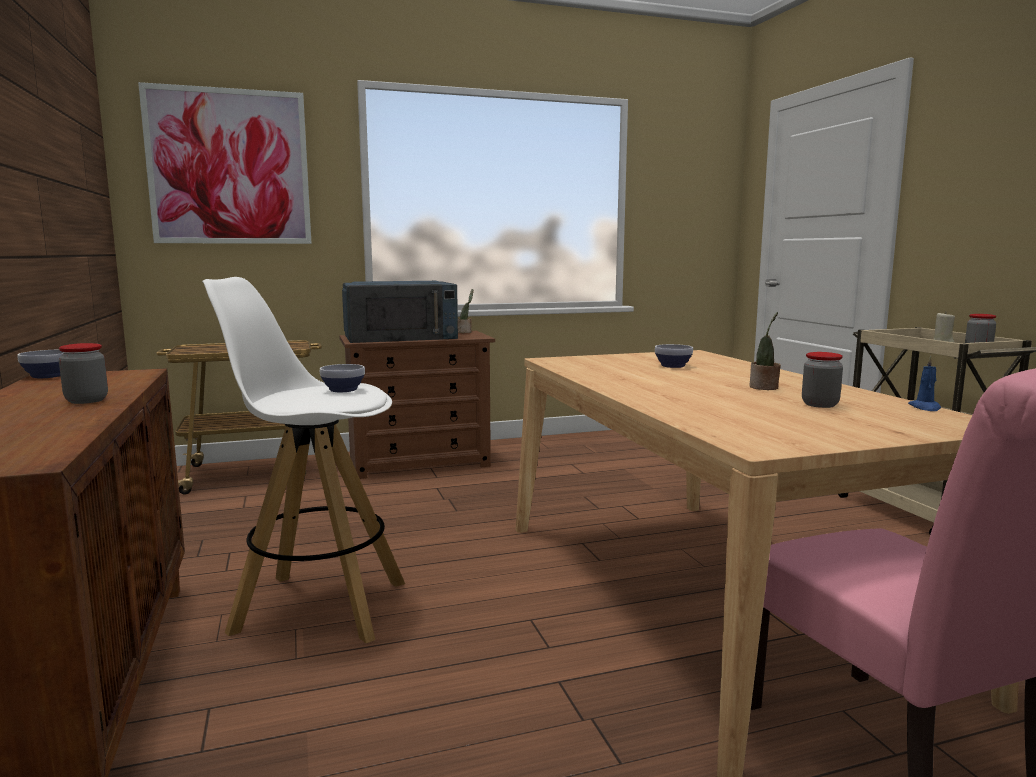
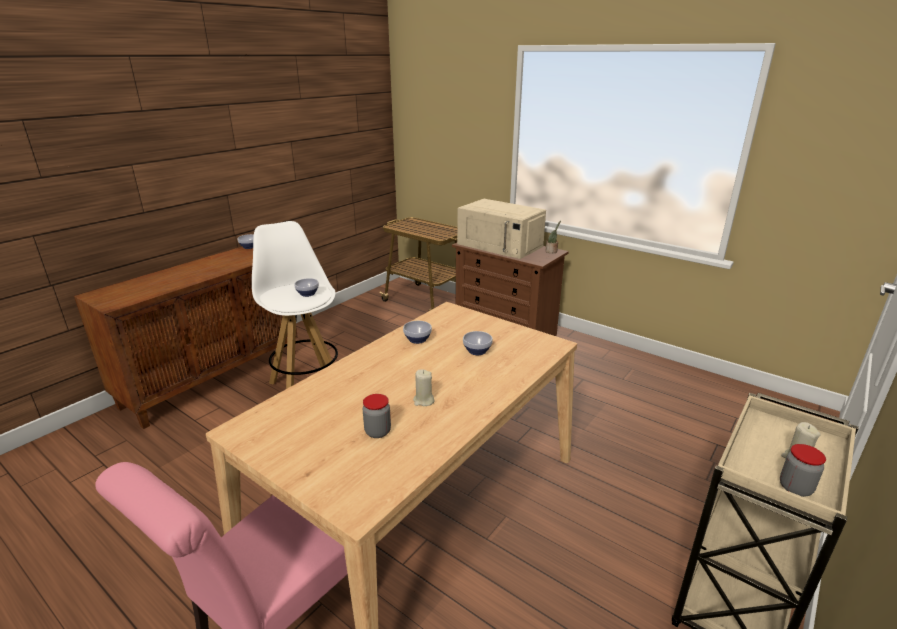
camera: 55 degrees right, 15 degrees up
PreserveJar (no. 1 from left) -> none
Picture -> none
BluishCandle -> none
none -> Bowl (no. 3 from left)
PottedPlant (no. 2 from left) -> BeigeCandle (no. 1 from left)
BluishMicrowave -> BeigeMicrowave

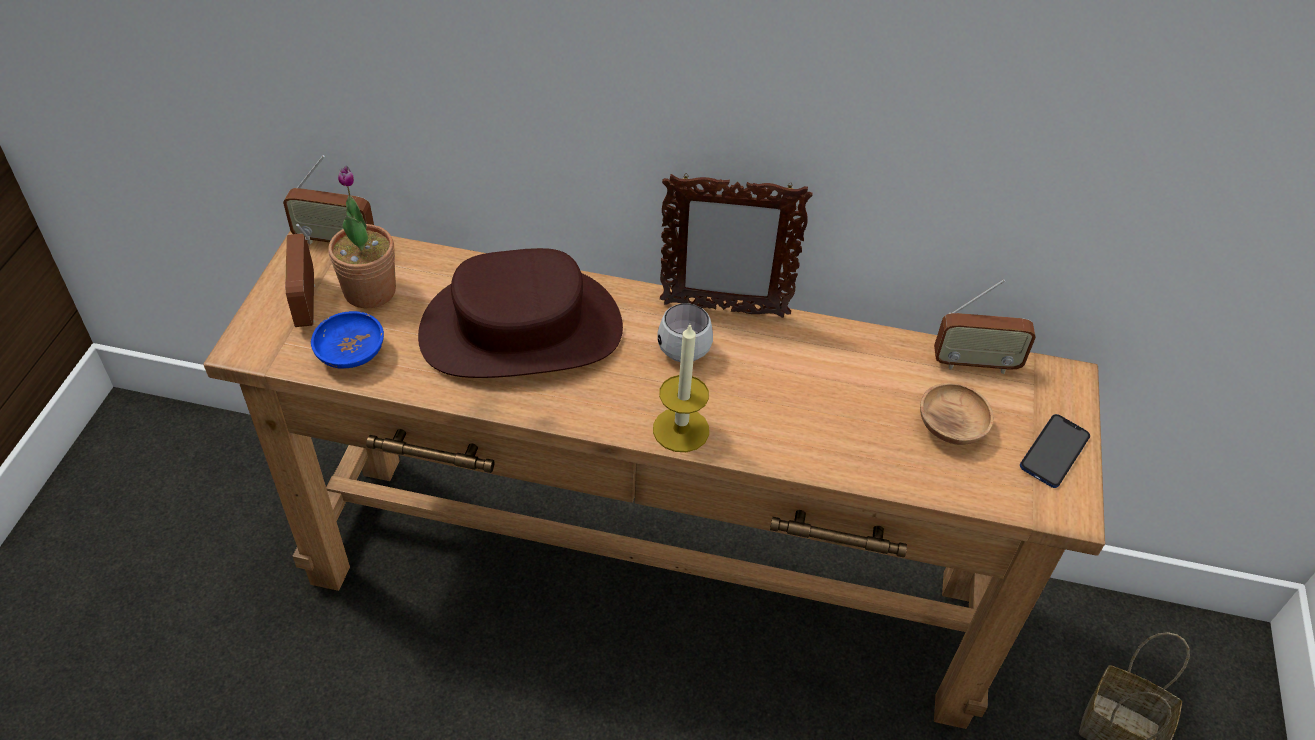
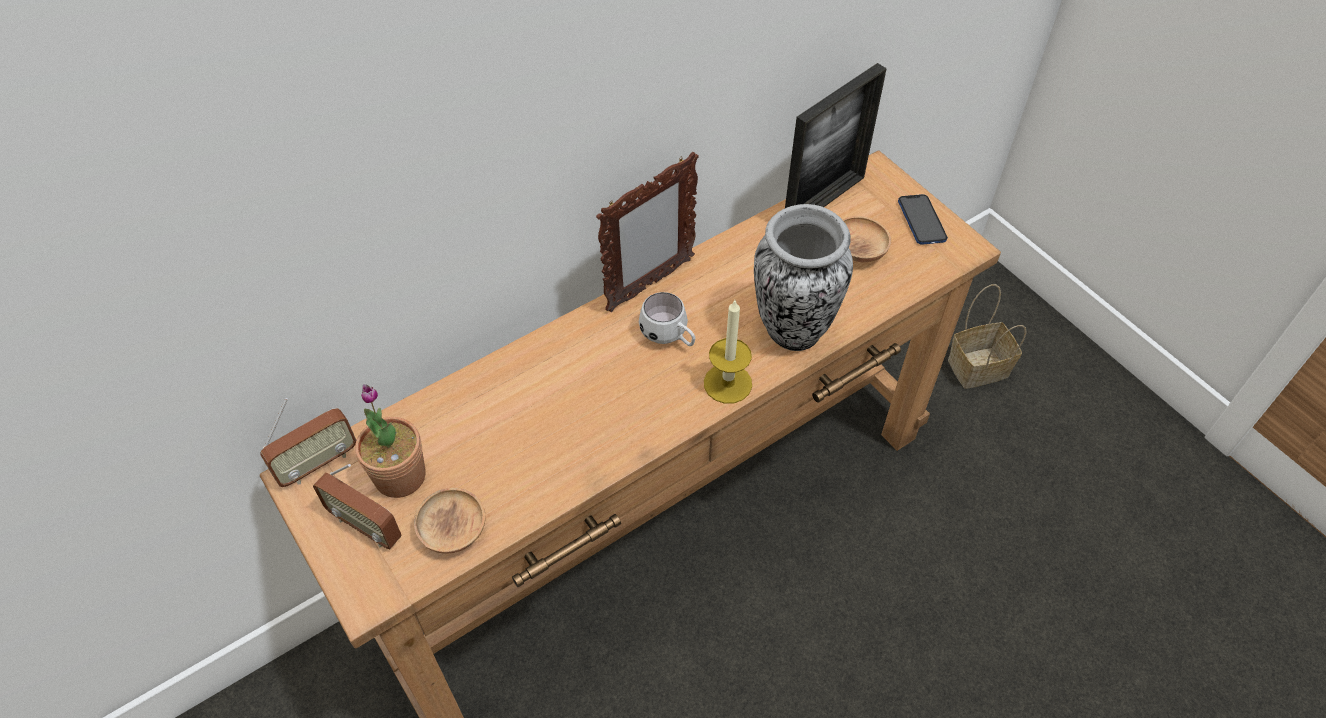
camera: 45 degrees left, 5 degrees up
BrownColouredHat -> none
none -> DecorativeVase
RadioReceiver (no. 3 from left) -> PictureFrame (no. 2 from left)
BluishBowl -> BrownColouredBowl (no. 1 from left)

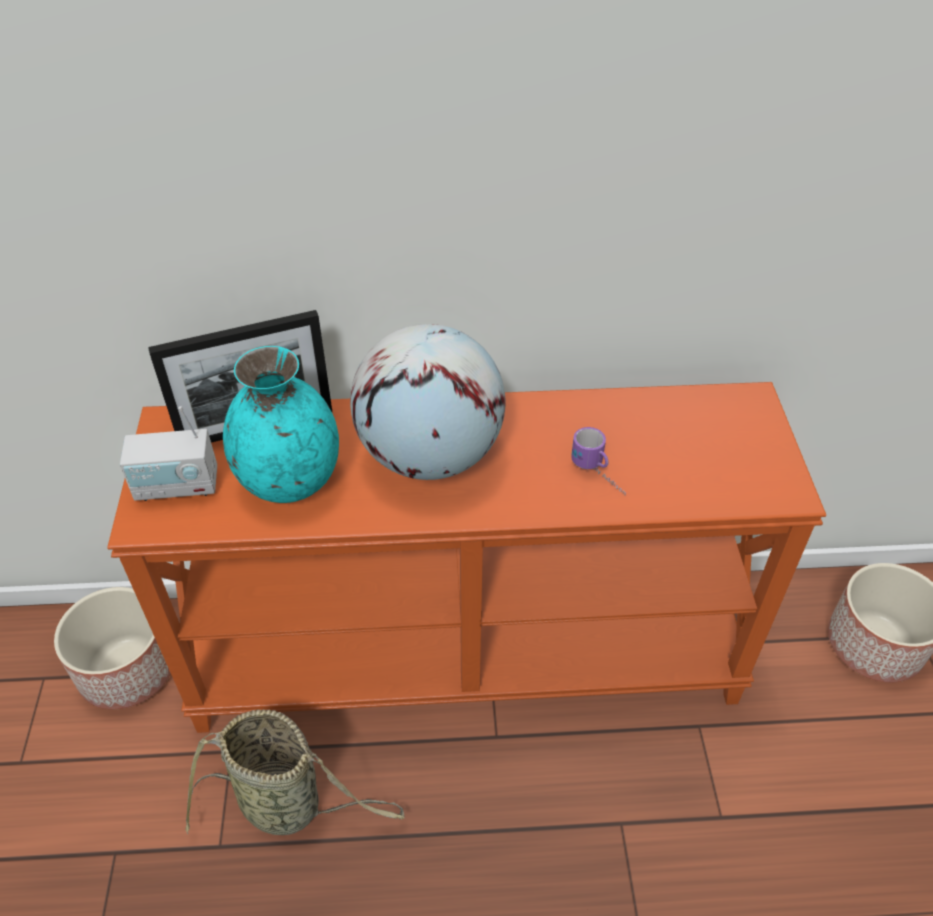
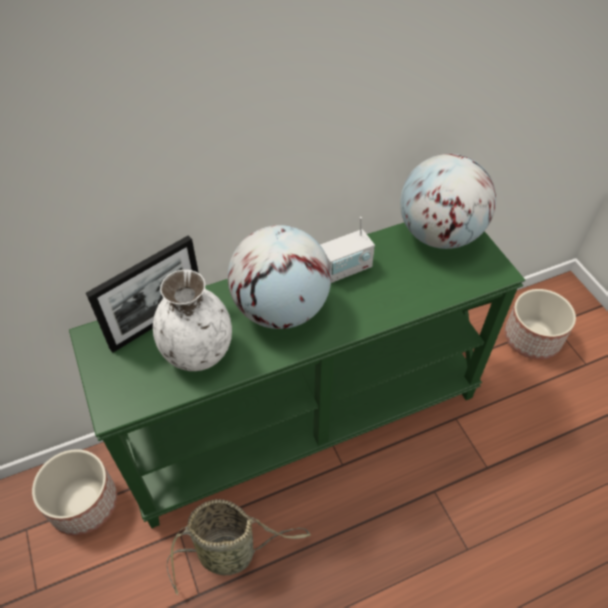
camera: 20 degrees left, 5 degrees up
Mug -> none
none -> DeskGlobe (no. 2 from left)
RadioReceiver, relocated
OrangeColouredConsoleTable -> GreenConsoleTable
TurquoiseDecorativeVase -> WhitishDecorativeVase

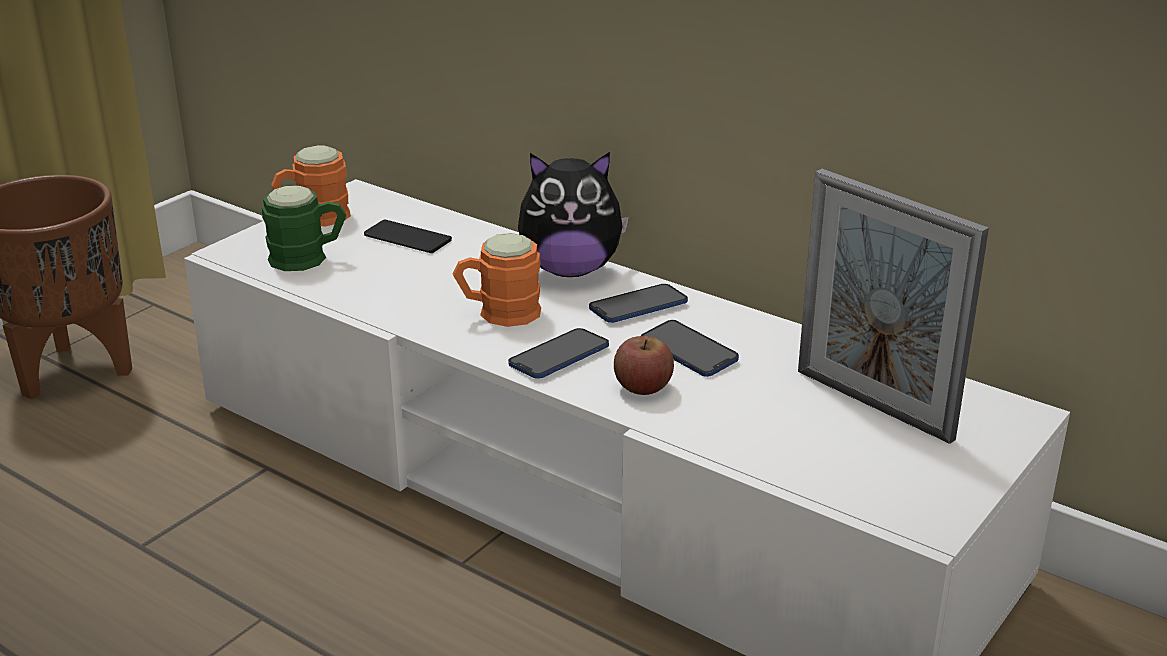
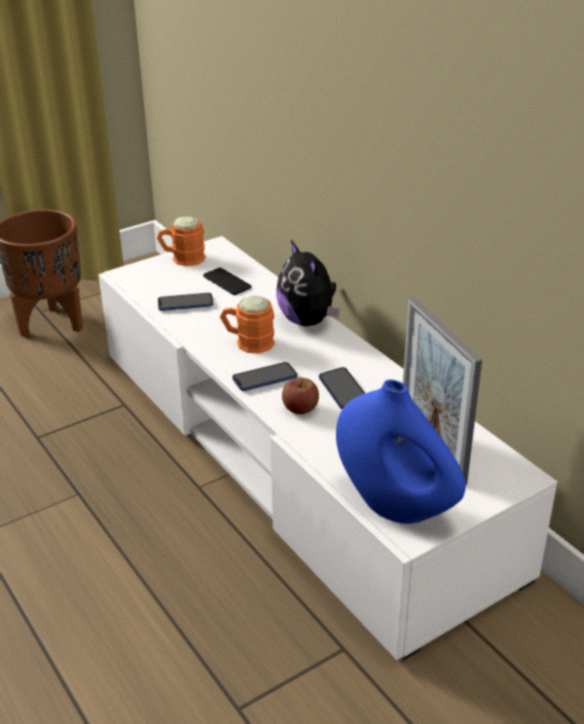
camera: 20 degrees right, 5 degrees up
GreenMug -> none
none -> BluishDecorativeVase
Phone (no. 3 from left in the first image) -> Phone (no. 1 from left), relocated
CuddlyToy, 45 degrees clockwise

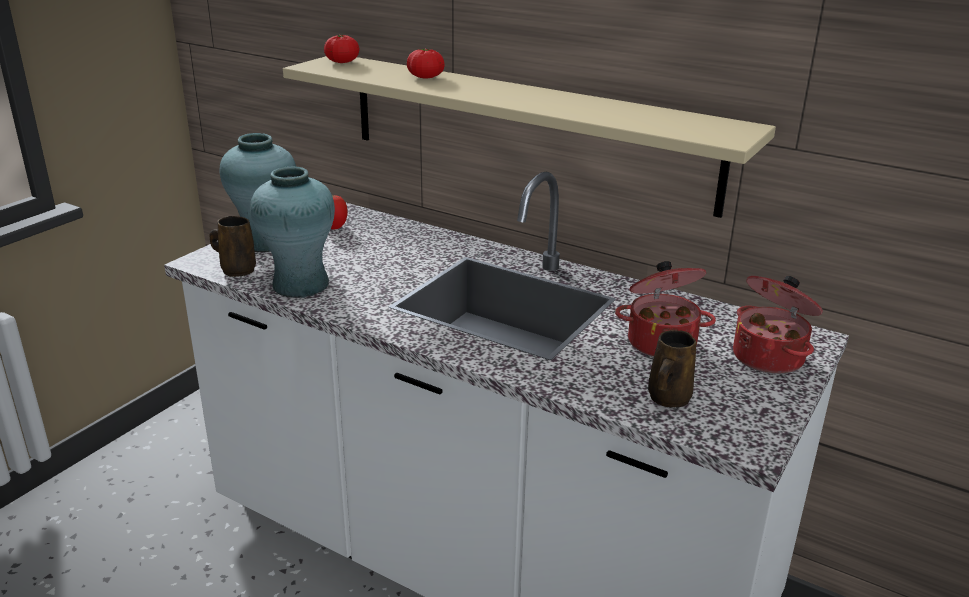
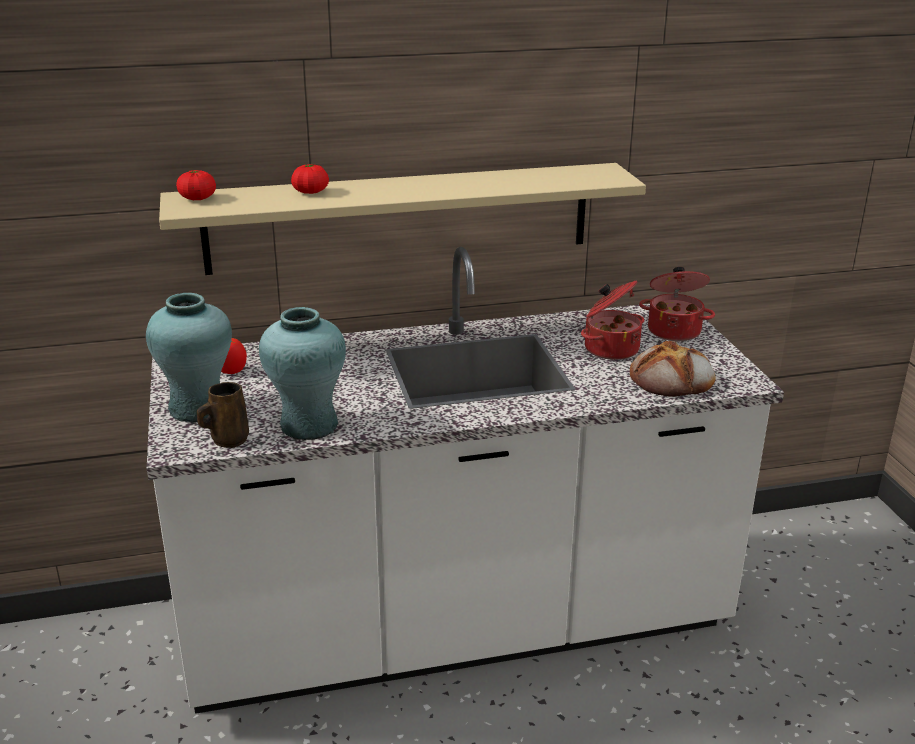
camera: 45 degrees left, 0 degrees up
BrownColouredMug (no. 2 from left) -> BakeryBread

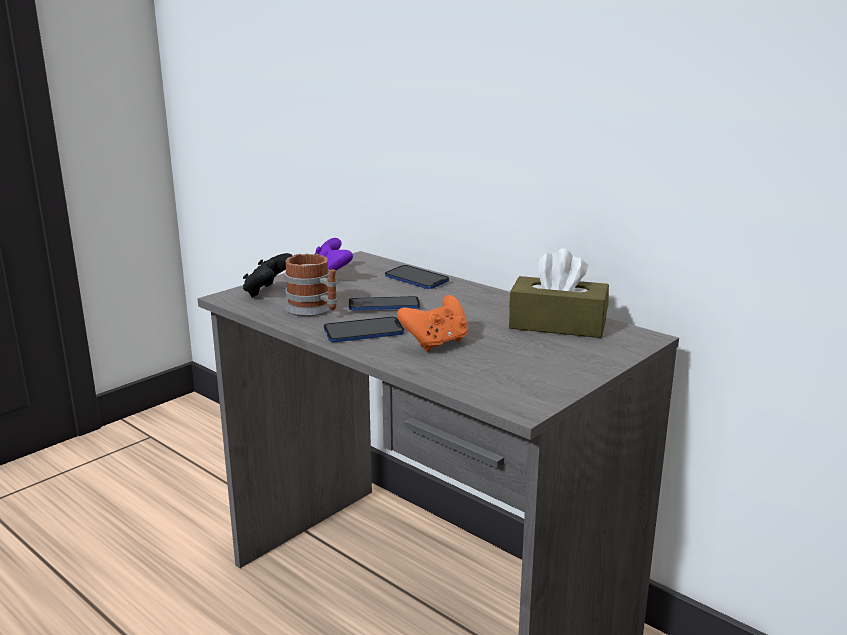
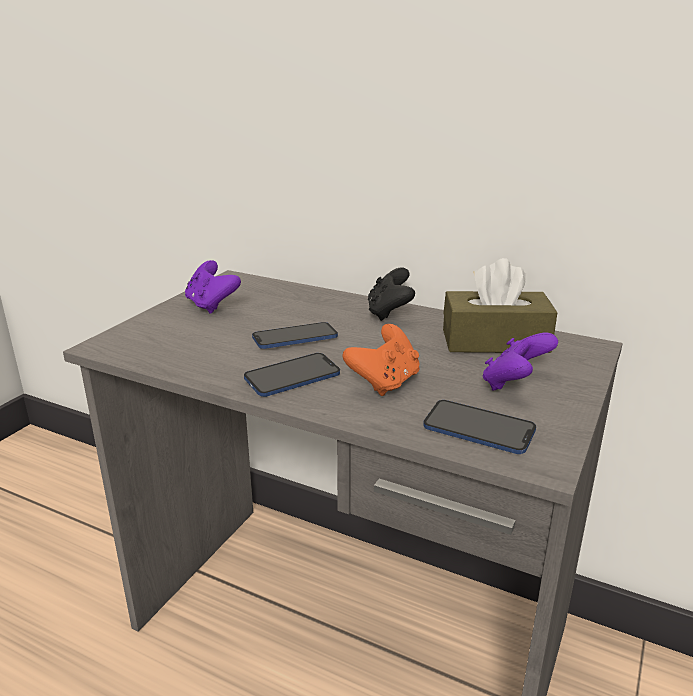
camera: 15 degrees left, 5 degrees up
Mug -> none
none -> PurpleJoypad (no. 2 from left)
BlackColouredJoypad, relocated
Phone (no. 3 from left), relocated

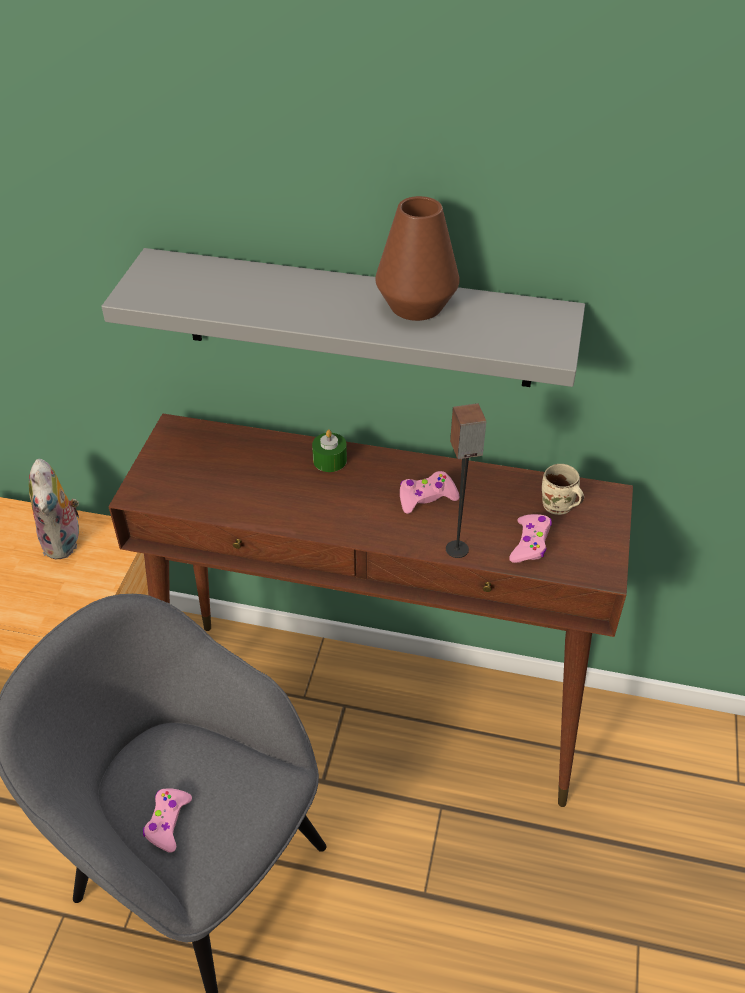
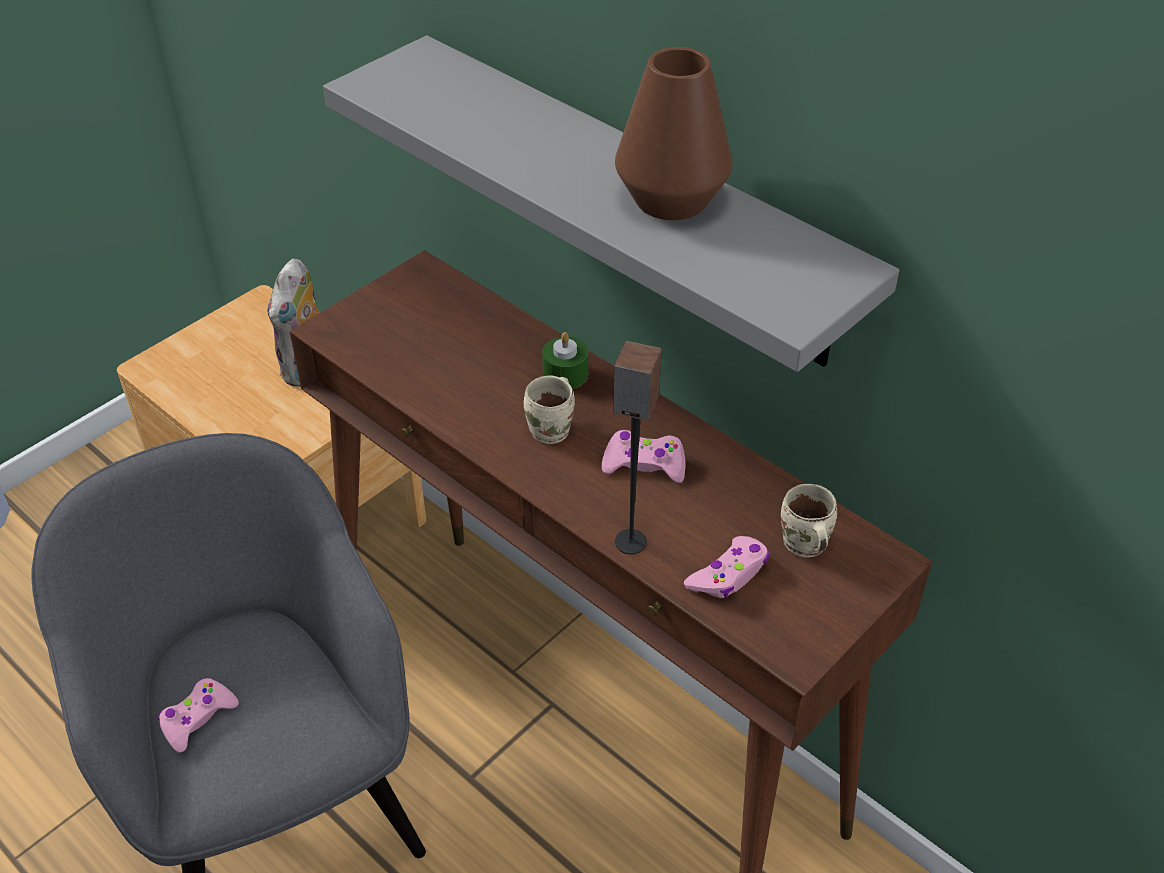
camera: 30 degrees right, 0 degrees up
none -> BeigeMug (no. 1 from left)

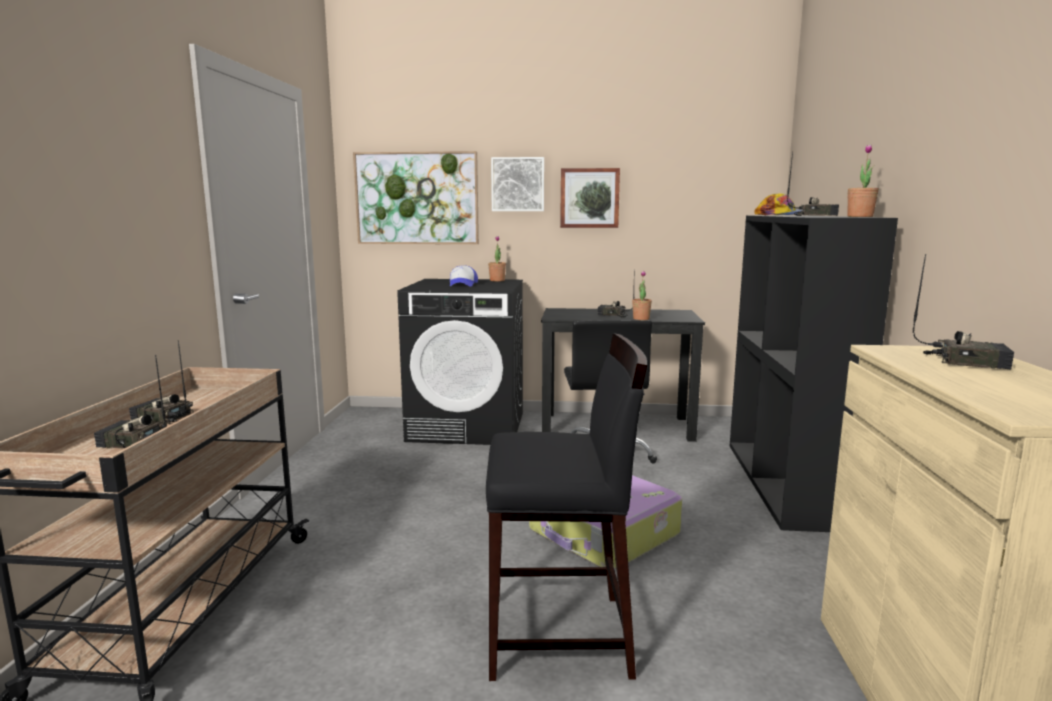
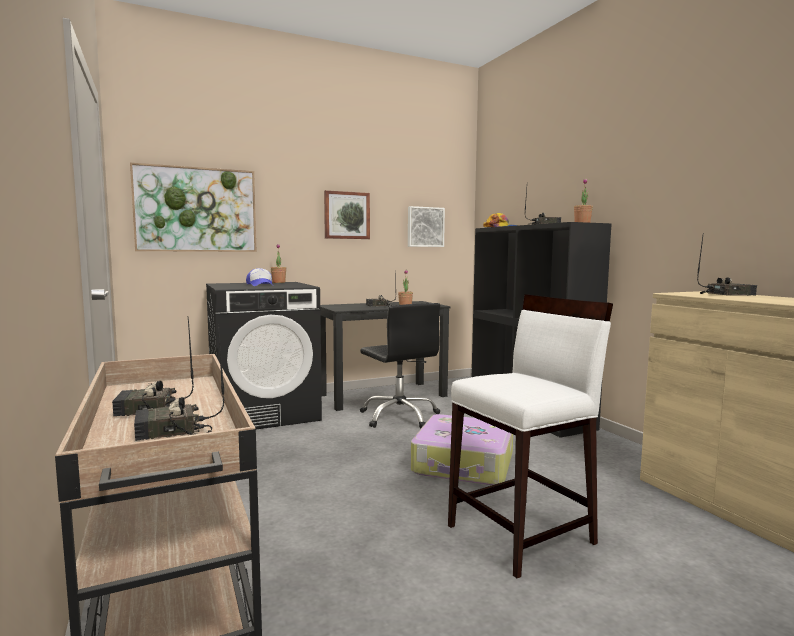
camera: 30 degrees left, 5 degrees down
Picture (no. 2 from left in the first image) -> Picture (no. 3 from left), relocated
BlackColouredStool -> WhitishStool

